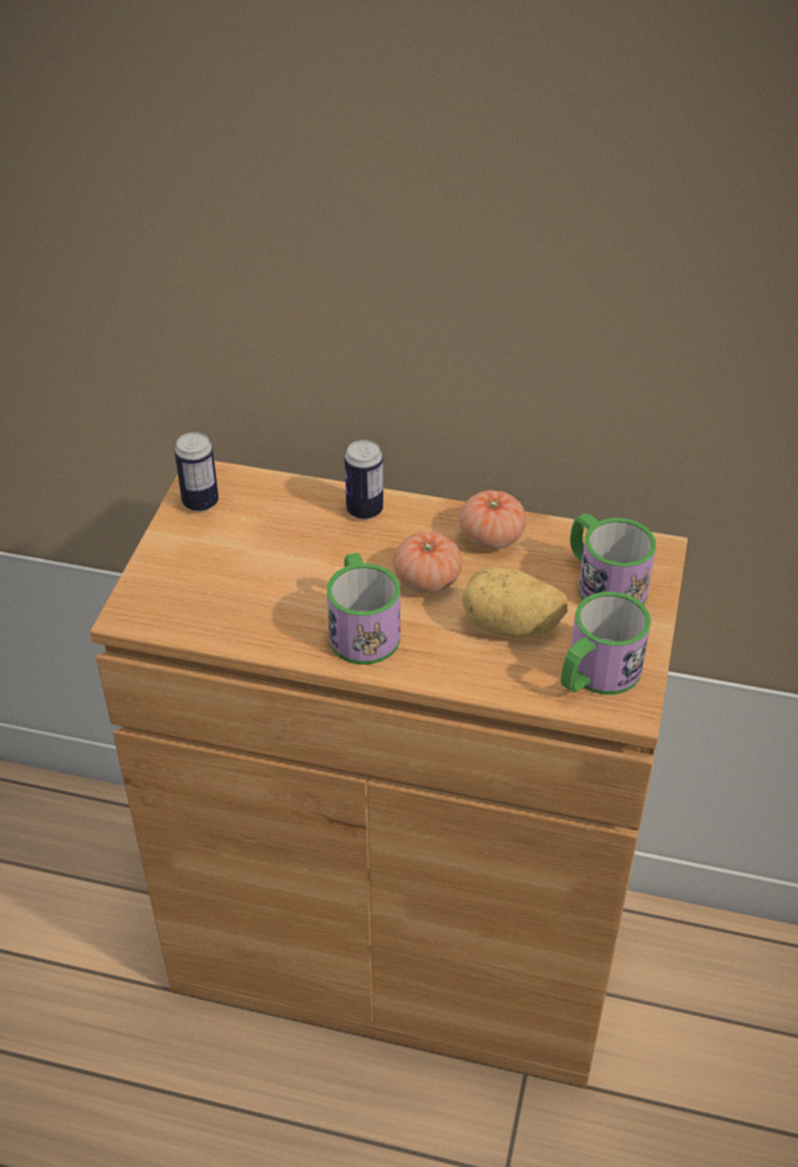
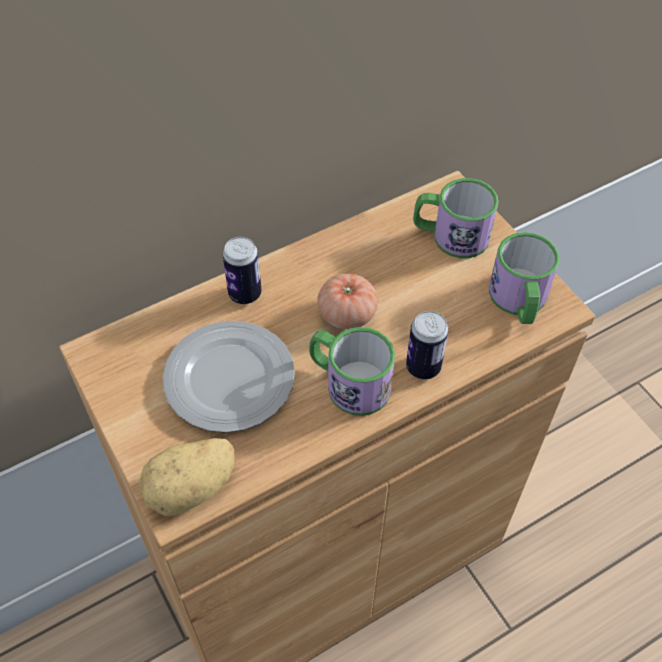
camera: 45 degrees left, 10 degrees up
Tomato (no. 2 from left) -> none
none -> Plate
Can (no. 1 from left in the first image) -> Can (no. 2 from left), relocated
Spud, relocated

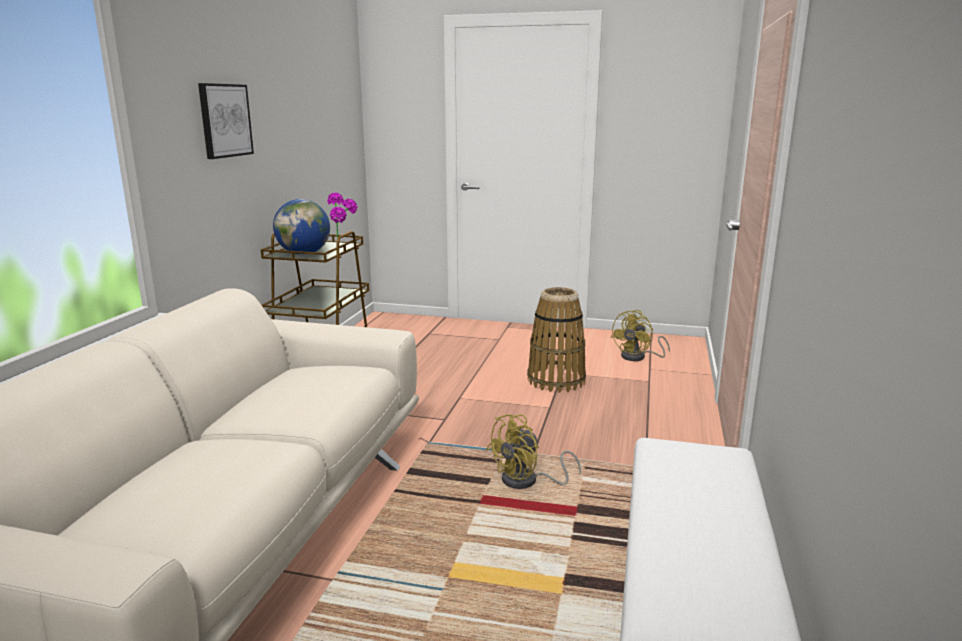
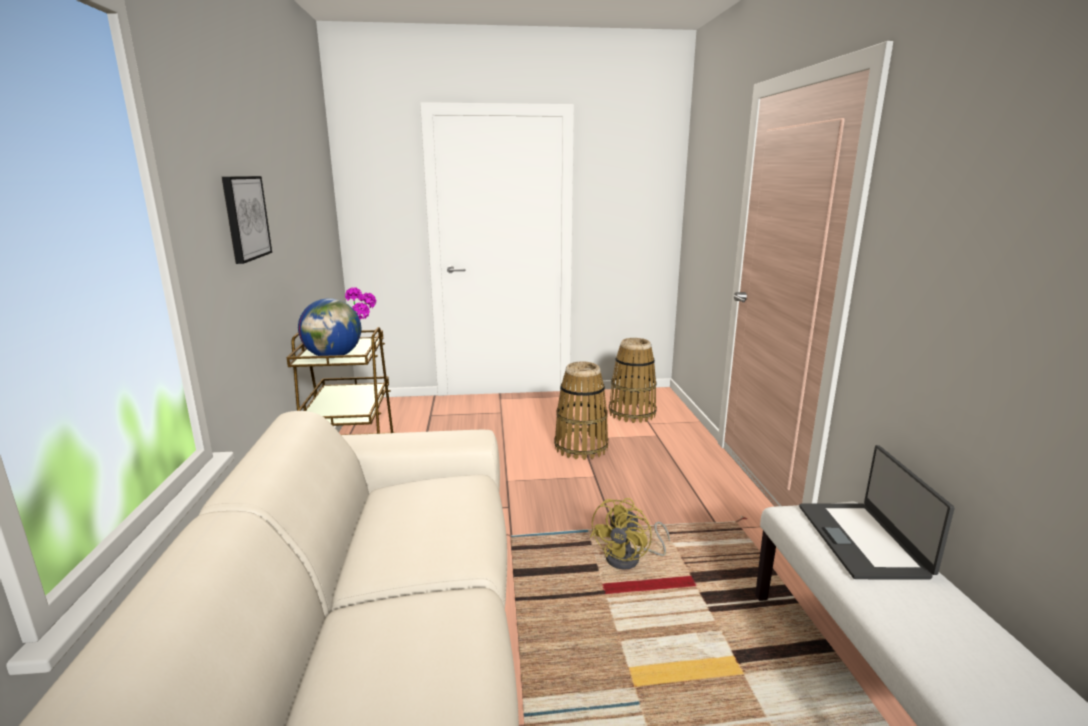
camera: 20 degrees left, 0 degrees up
none -> NotebookComputer
YellowishElectricFan (no. 2 from left) -> HouseholdBasket (no. 2 from left)

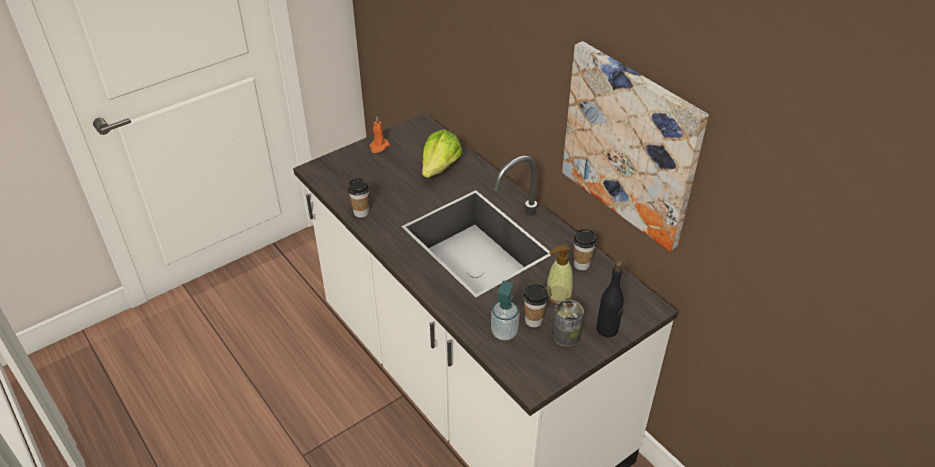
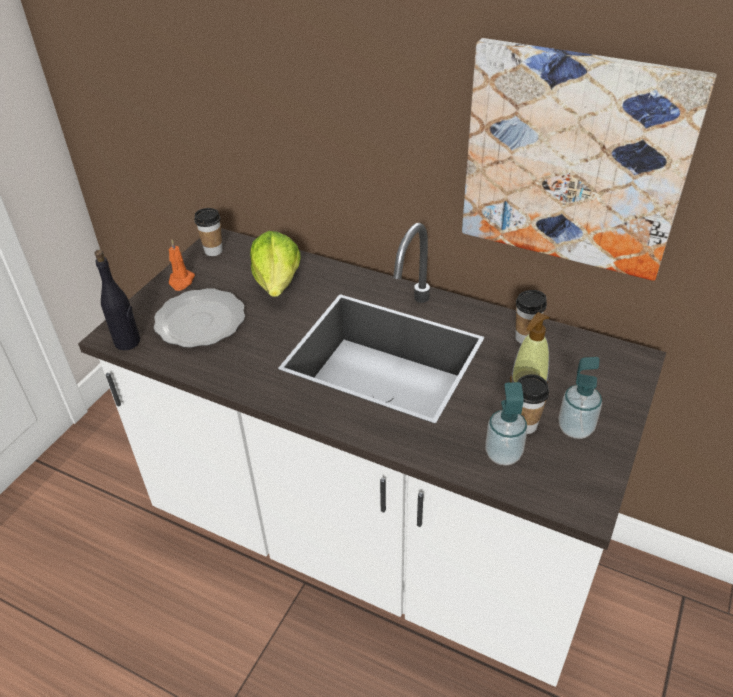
camera: 25 degrees left, 0 degrees up
none -> Plate
SmallCup (no. 1 from left), relocated
BlackColouredDrinkBottle, relocated
Can -> SoapBottle (no. 3 from left)

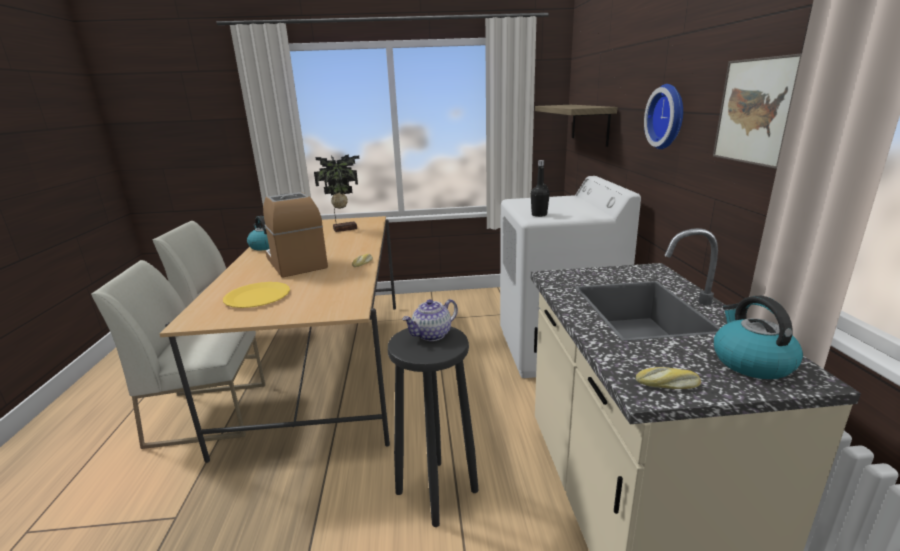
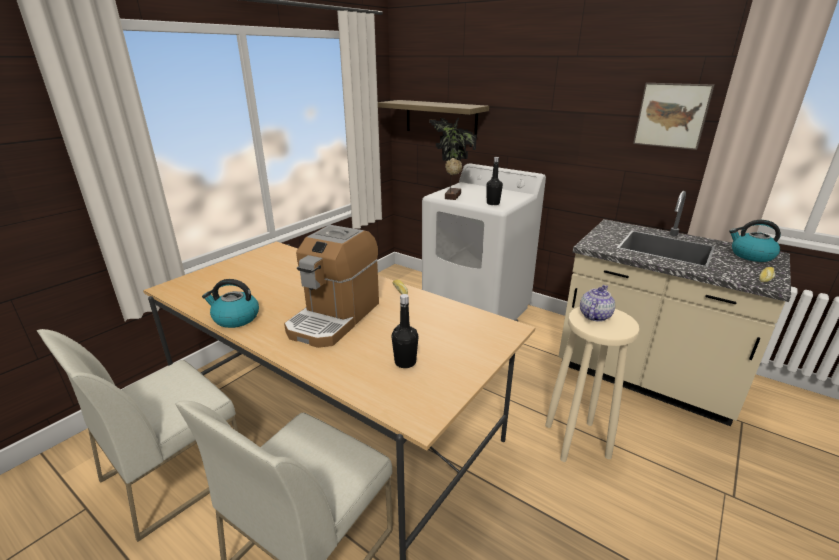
camera: 50 degrees left, 5 degrees up
WallClock -> none
PottedPlant, relocated
YellowishPlate -> BlackColouredDrinkBottle (no. 1 from left)
BlackColouredStool -> BeigeStool
CoffeeBrewer, 75 degrees counterclockwise
TeaPot, 150 degrees counterclockwise

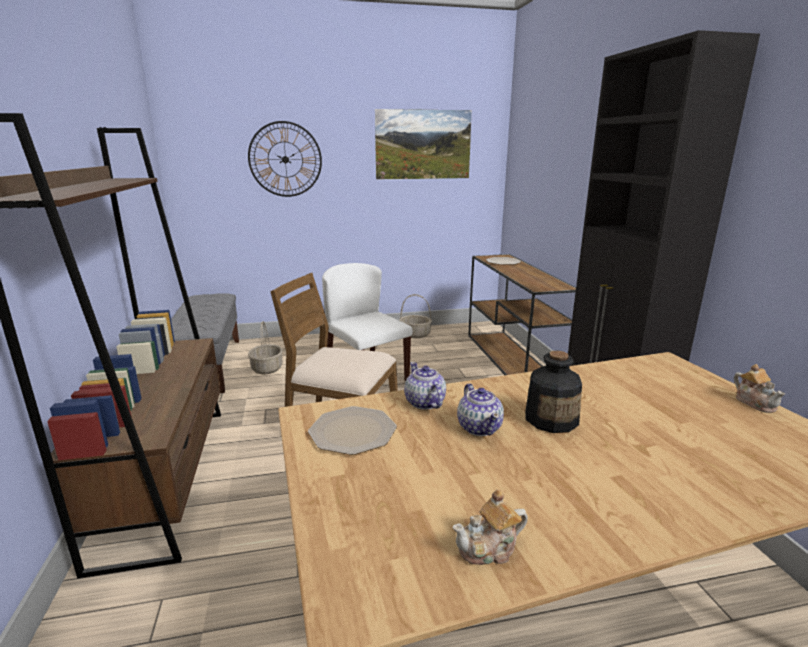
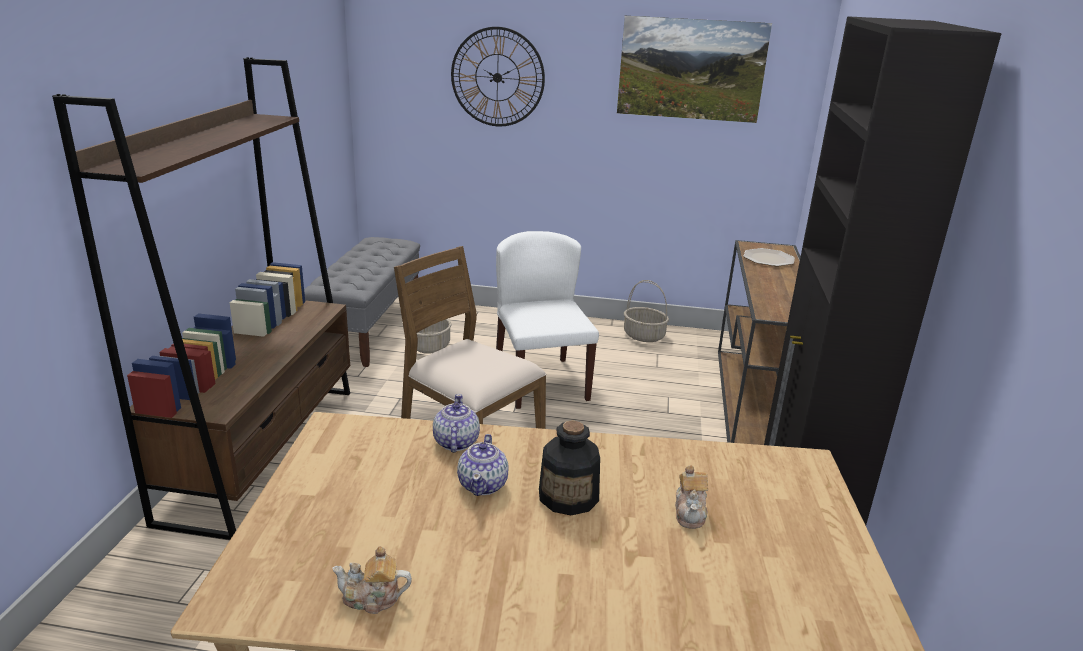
camera: 20 degrees right, 5 degrees up
Plate (no. 1 from left) -> none
TeaPot (no. 4 from left), relocated

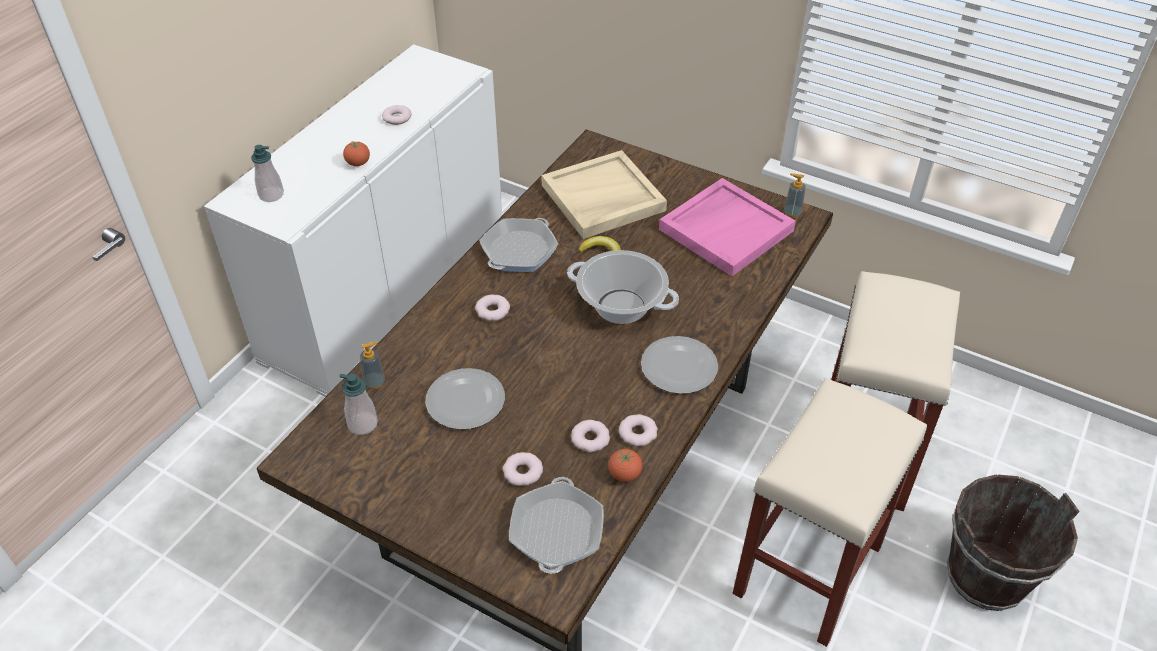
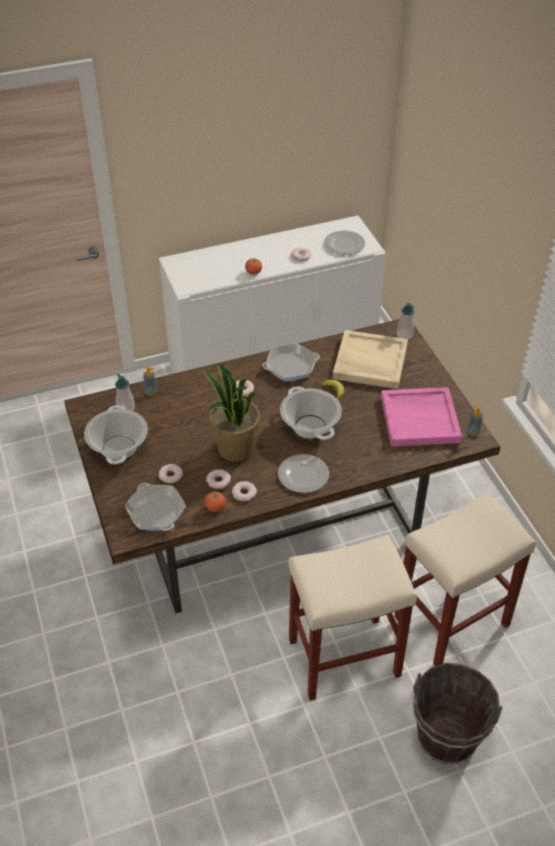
camera: 40 degrees right, 0 degrees up
none -> Saucepot (no. 1 from left)
none -> PottedPlant
SoapBottle (no. 1 from left in the first image) -> SoapBottle (no. 3 from left), relocated
Plate (no. 1 from left in the first image) -> Plate (no. 2 from left), relocated
FryingPan (no. 2 from left in the first image) -> FryingPan (no. 1 from left), 105 degrees clockwise

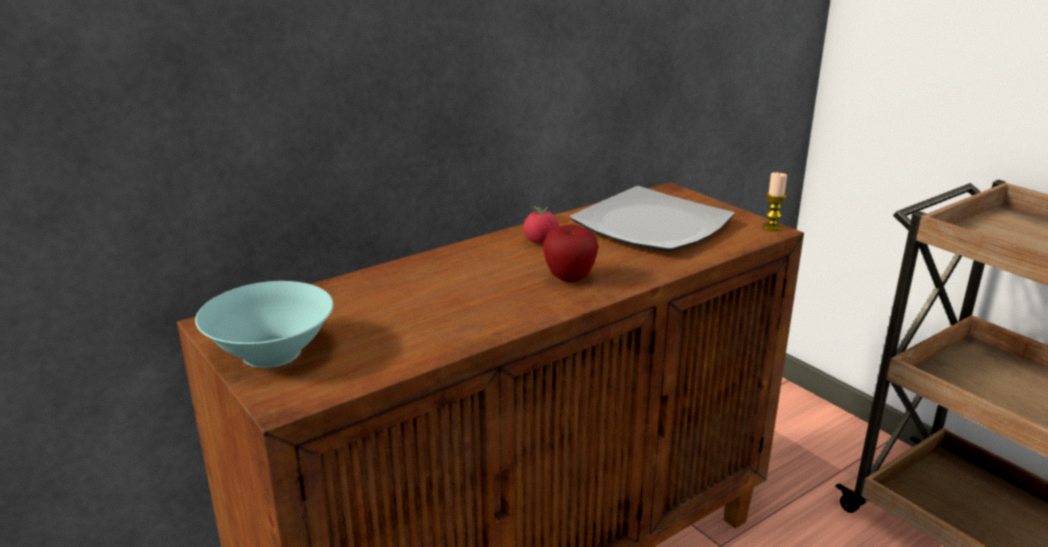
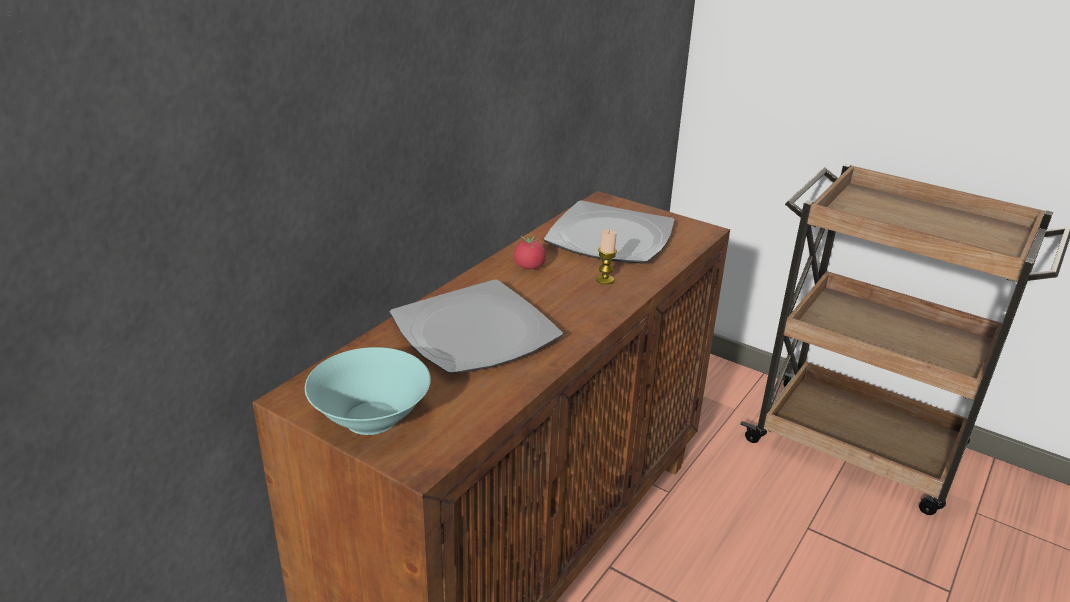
camera: 20 degrees left, 5 degrees up
AppleFruit -> none
none -> Plate (no. 1 from left)
Candle, relocated

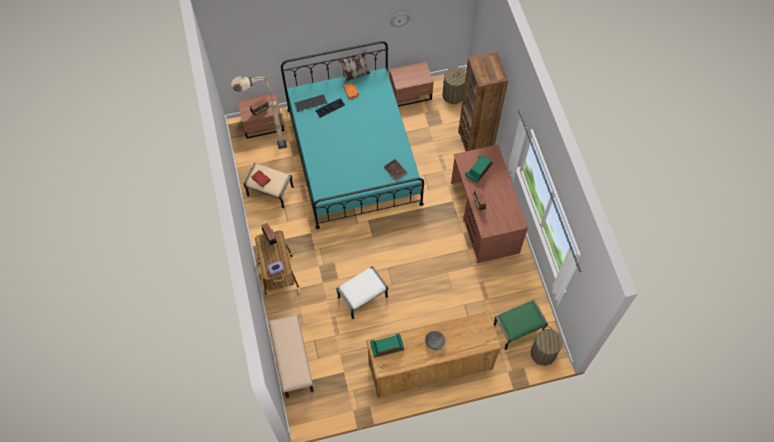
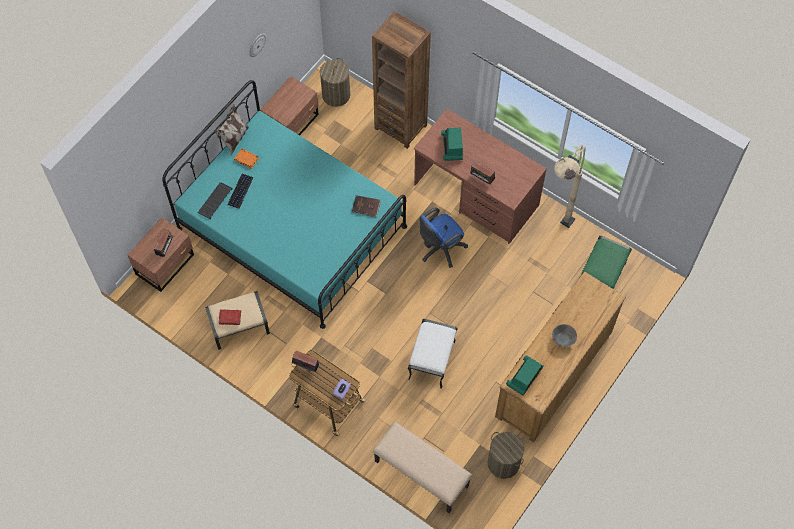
camera: 40 degrees left, 0 degrees up
none -> BluishComputerChair
BeigeFloorLamp, relocated
WashingBasket (no. 2 from left), relocated

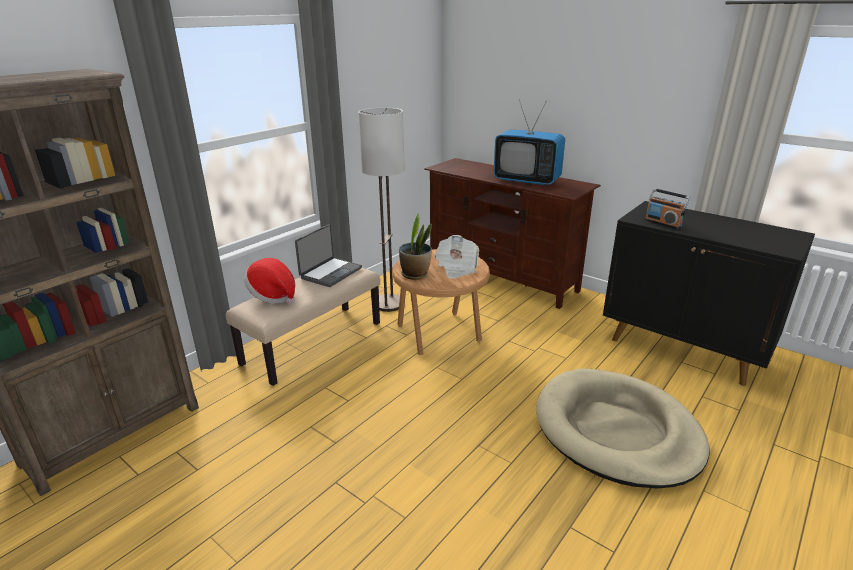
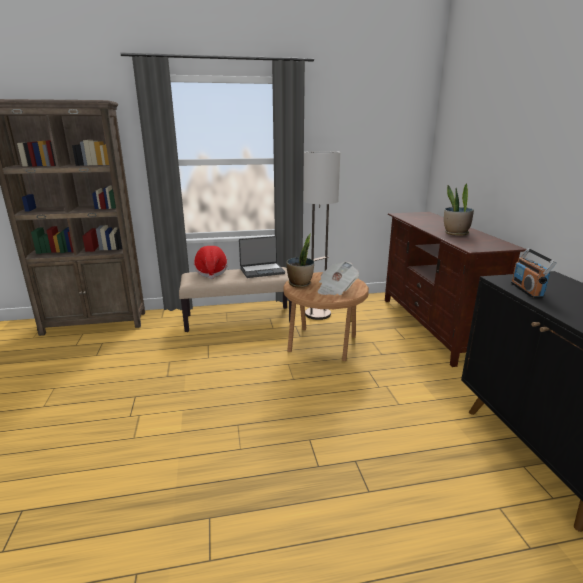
camera: 40 degrees right, 5 degrees down
BeigePetBed -> none
Television -> PottedPlant (no. 2 from left)

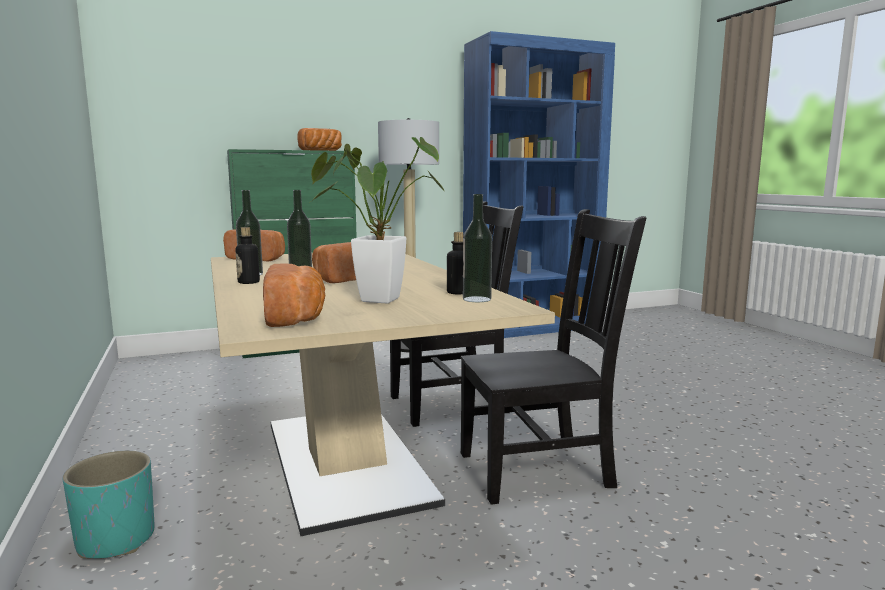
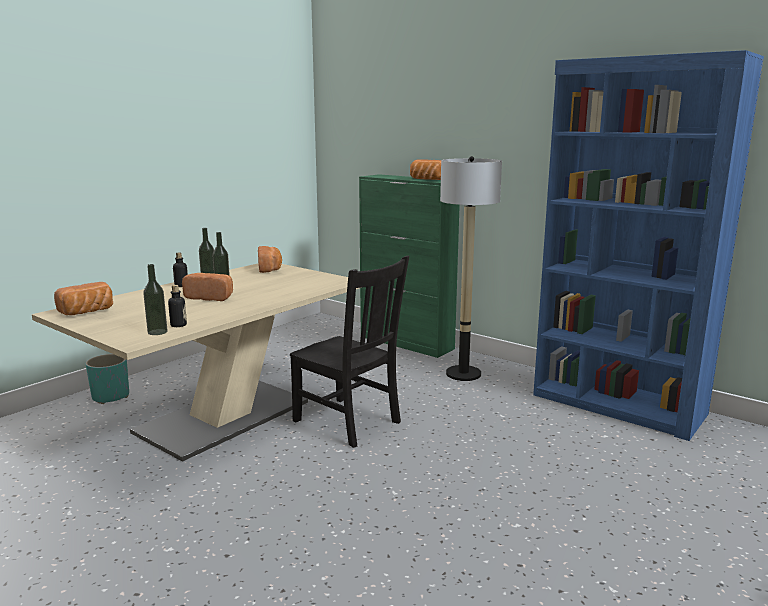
camera: 60 degrees right, 5 degrees up
PottedPlant -> none
BlackColouredUprightChair (no. 2 from left) -> none

